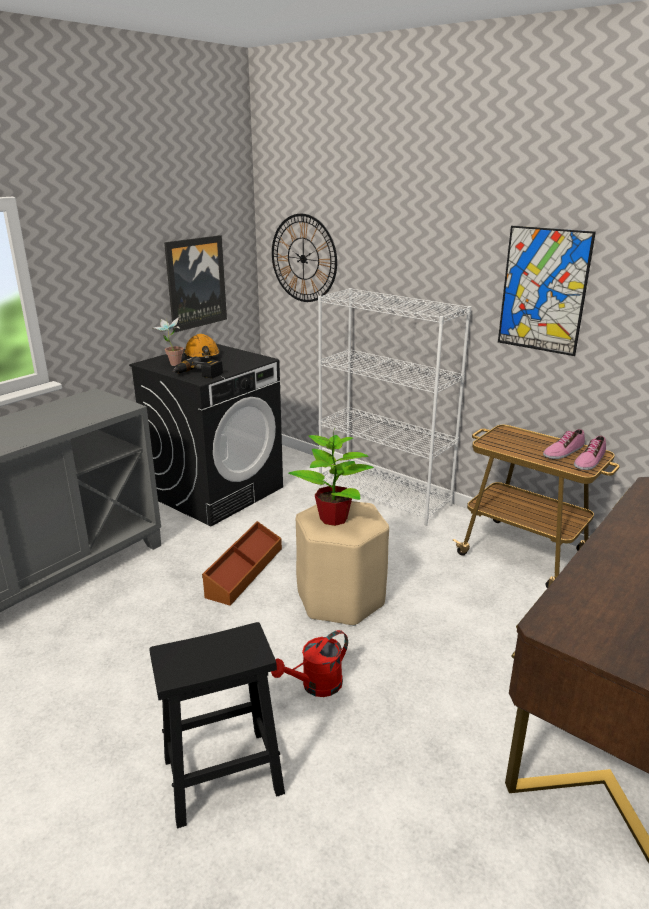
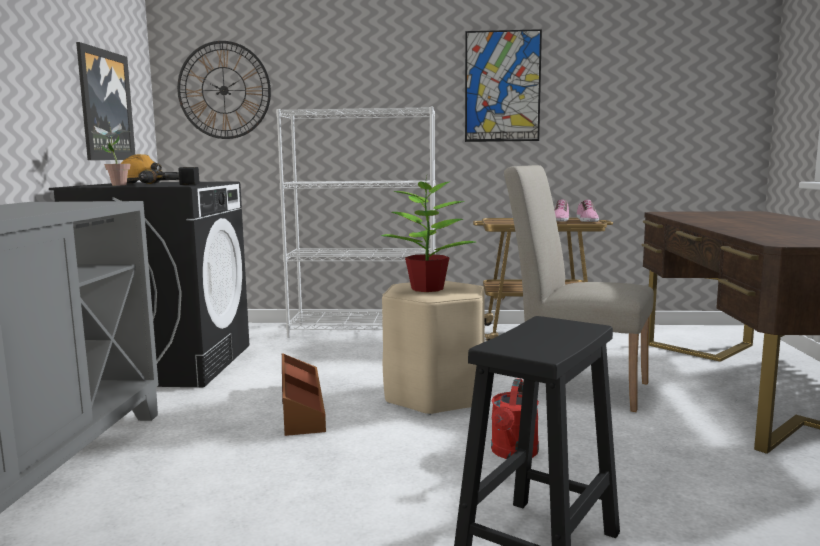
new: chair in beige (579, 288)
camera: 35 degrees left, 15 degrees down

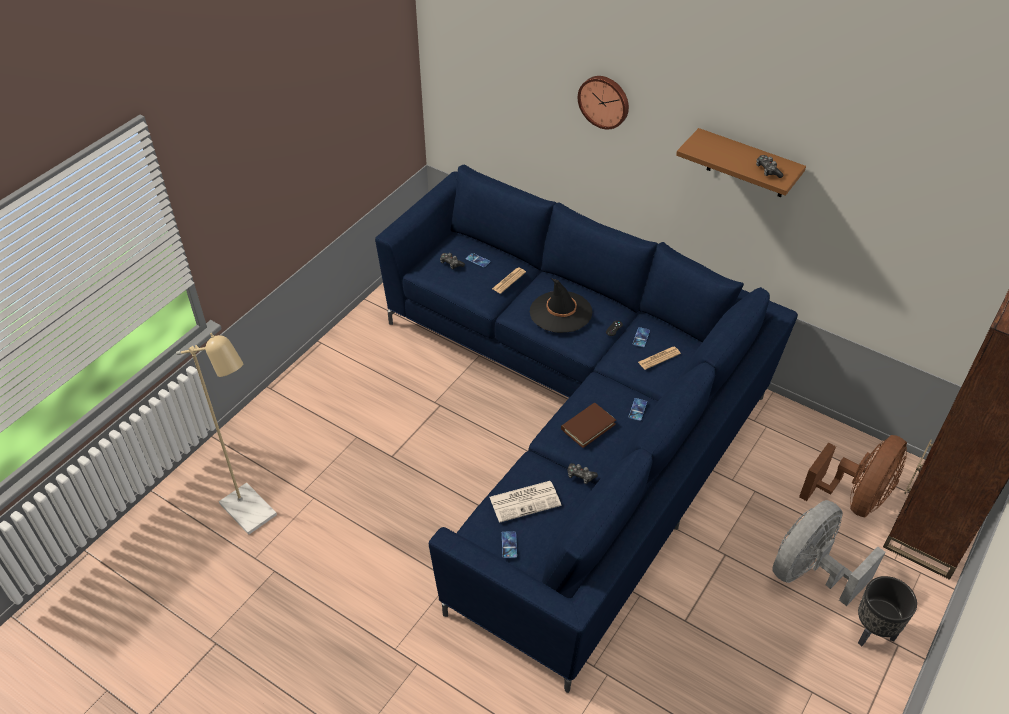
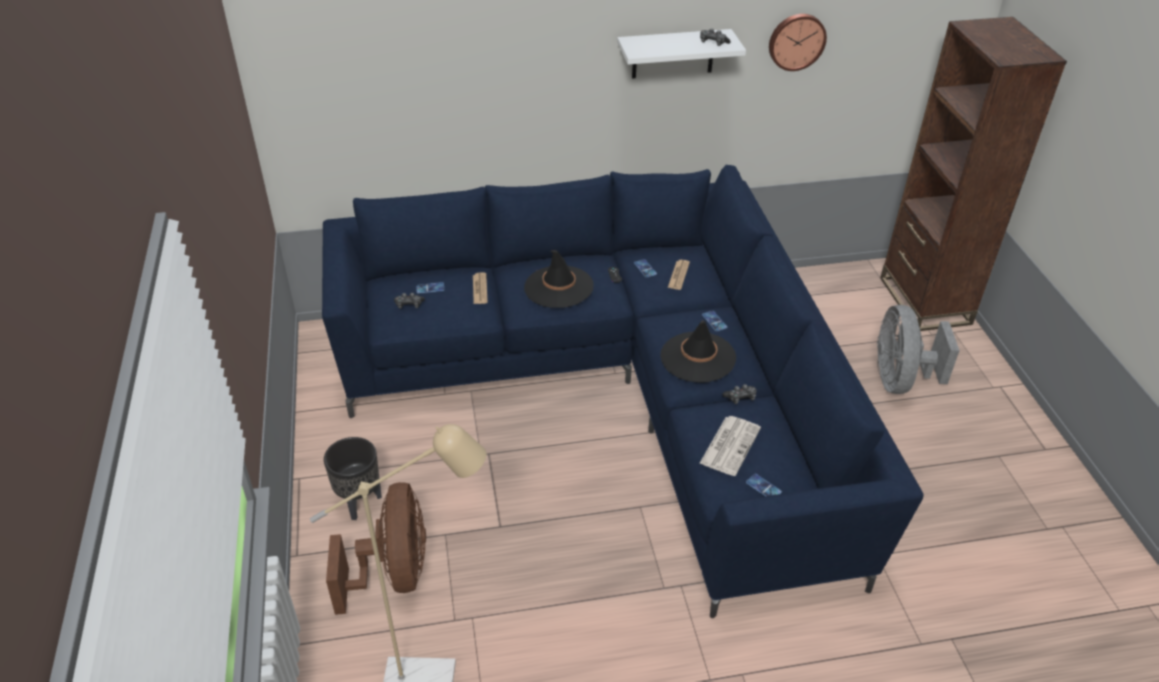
shifted: wall clock (603, 102) to (798, 42); fan in brown (853, 476) to (376, 548); planter in black (887, 611) to (353, 478)
swapped: book in brown (588, 425) to hat in black (698, 352)
repainted: shelf in brown (741, 162) to shelf in white (681, 54)
camera: 45 degrees left, 5 degrees down

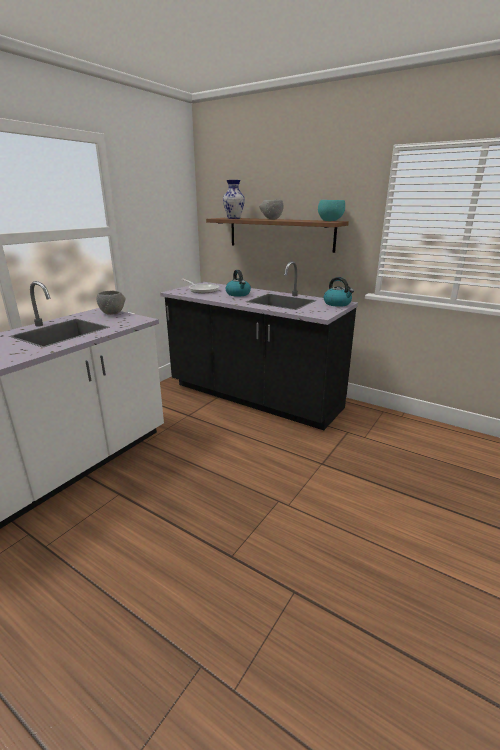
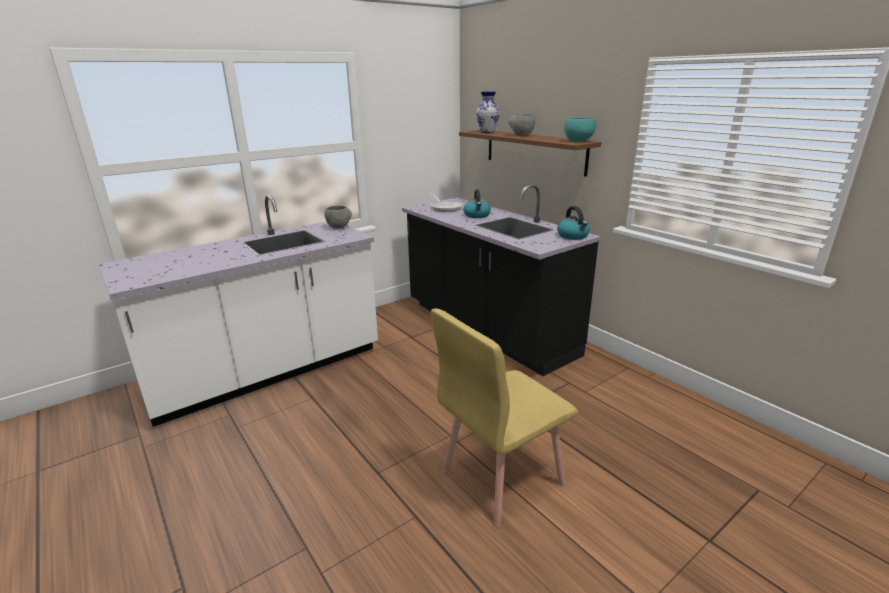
new: chair in yellow (504, 418)
camera: 20 degrees right, 0 degrees up

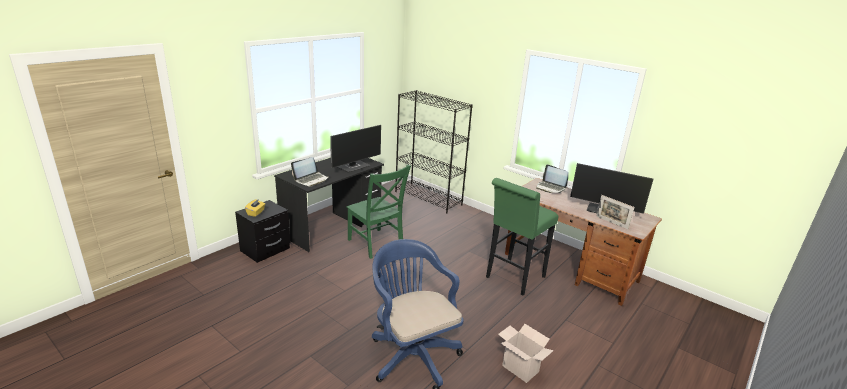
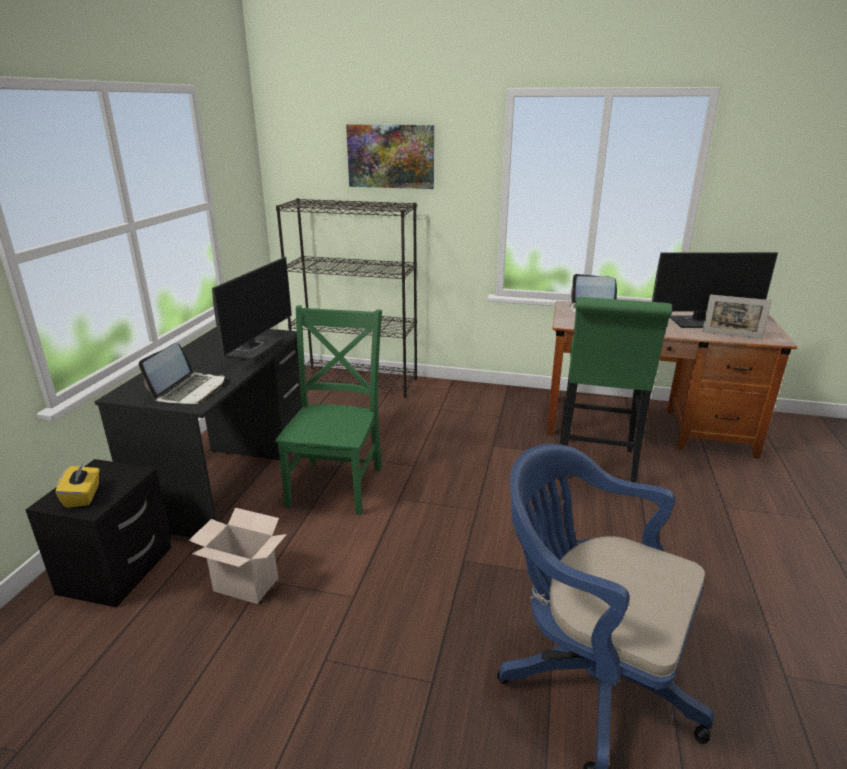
new: picture (390, 156)
shifted: cardboard box (526, 353) to (237, 556)
rotated: chair in green (378, 212) = (328, 410) 105 degrees counterclockwise
camera: 25 degrees left, 0 degrees up

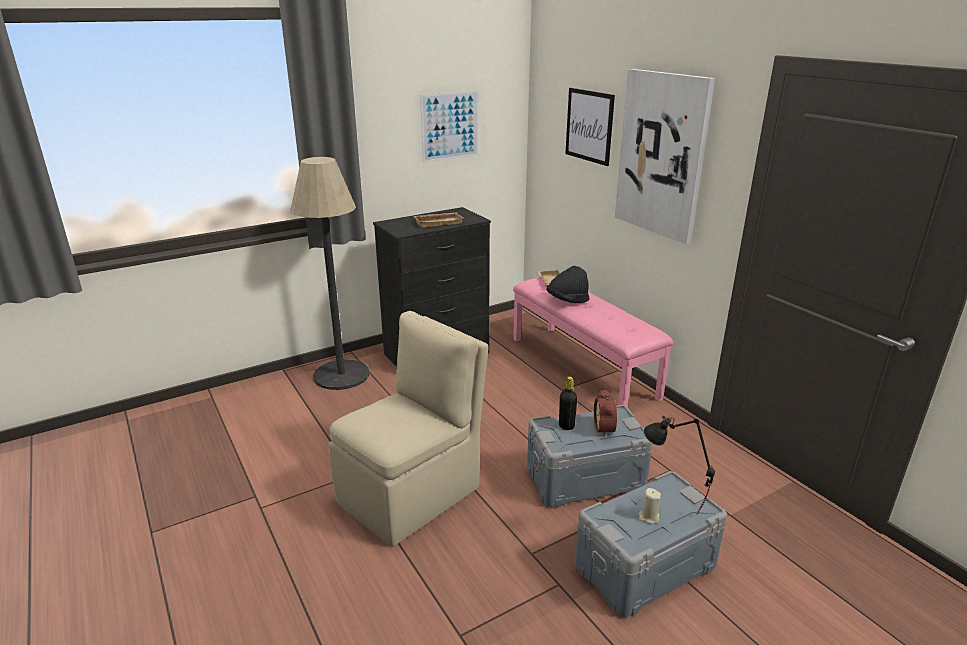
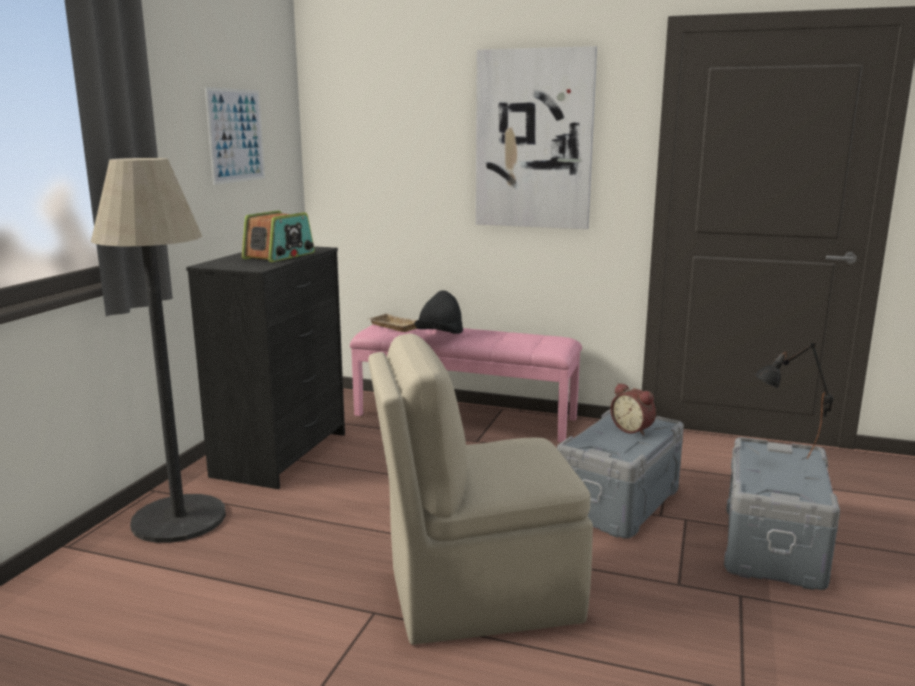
gone: picture (590, 127); bottle in black (568, 403); candle in beige (650, 506)
swapped: tray in beige (438, 220) to radio (278, 236)
rotated: chair in beige (408, 428) = (480, 489) 105 degrees counterclockwise
camera: 40 degrees left, 10 degrees down

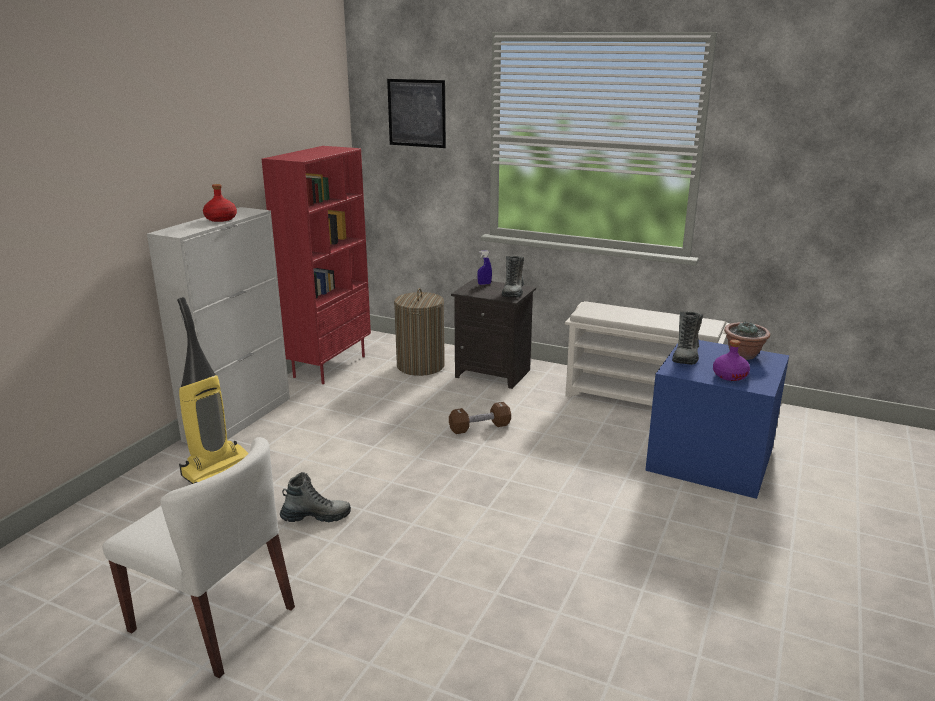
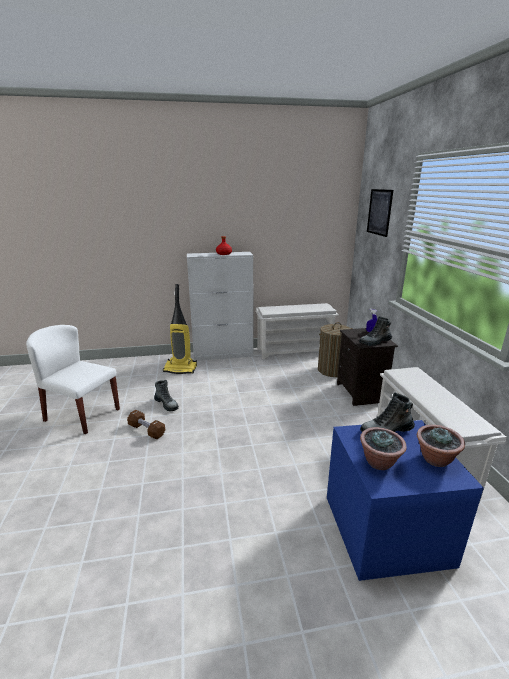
shifted: dumbbell in brown (480, 418) to (146, 424)
swapped: bookcase in red (316, 265) to shoe rack in white (297, 331); bottle in purple (731, 360) to potted plant (383, 448)
rotated: chair in white (199, 557) = (73, 379) 120 degrees clockwise
camera: 55 degrees right, 0 degrees up

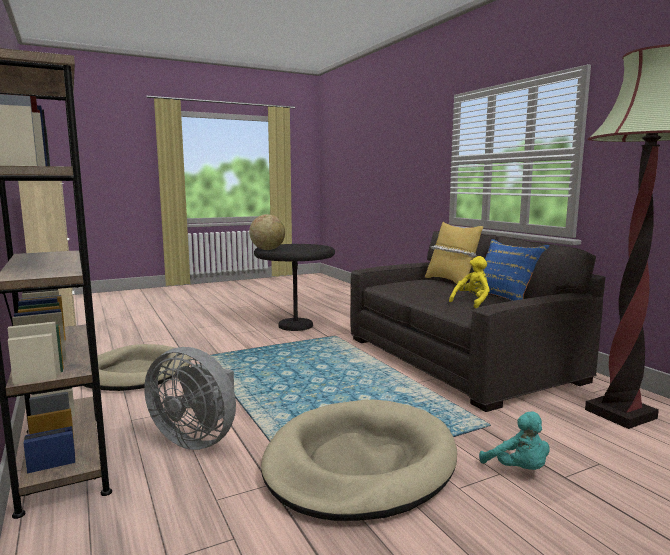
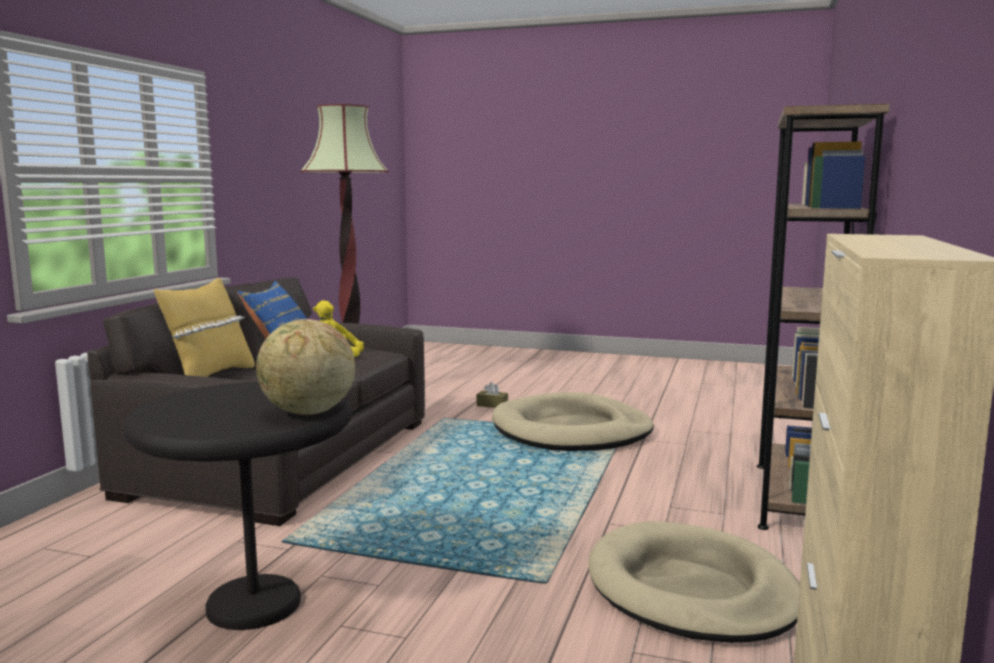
gone: fan in grey (190, 398)
swapped: plush toy in turquoise (514, 440) to tissue box in brown (492, 395)
camera: 135 degrees left, 0 degrees up

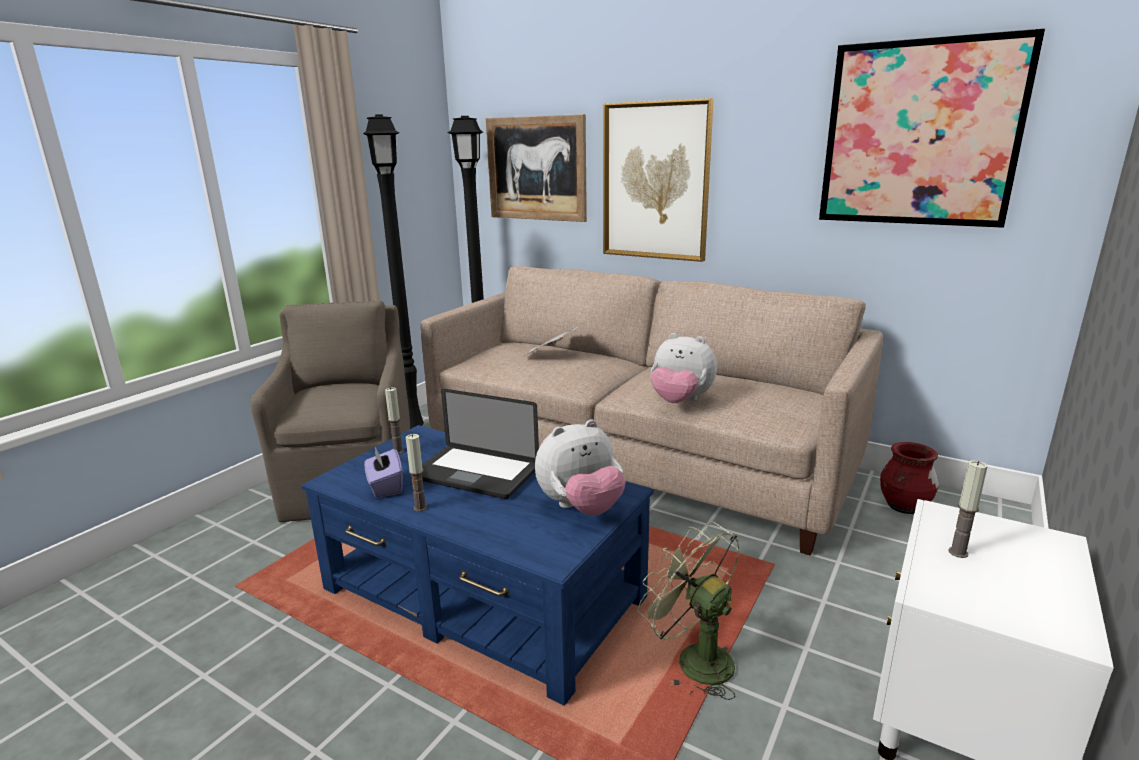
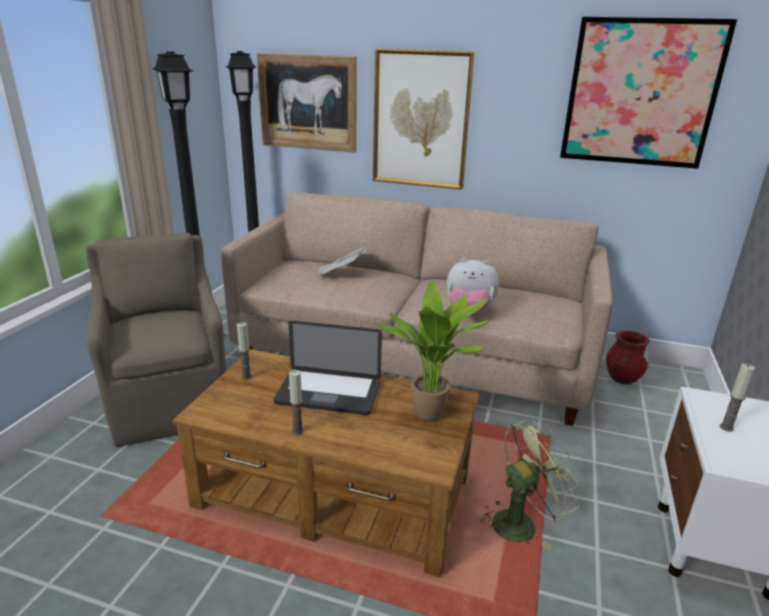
gone: tissue box in purple (383, 472)
swapped: plush toy (580, 467) to potted plant (432, 351)
repainted: coffee table in blue (477, 565) to coffee table in brown (326, 463)
rotated: fan in green (688, 610) = (530, 484) 120 degrees clockwise
camera: 15 degrees left, 5 degrees up

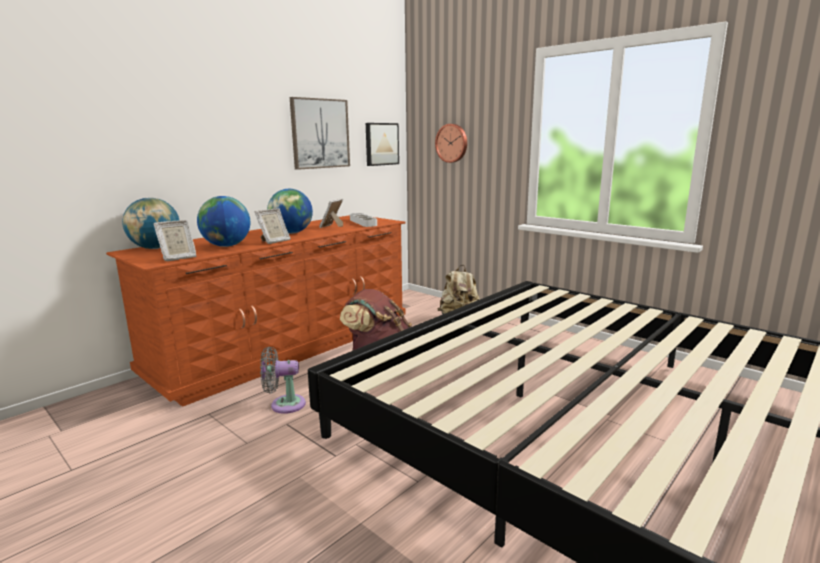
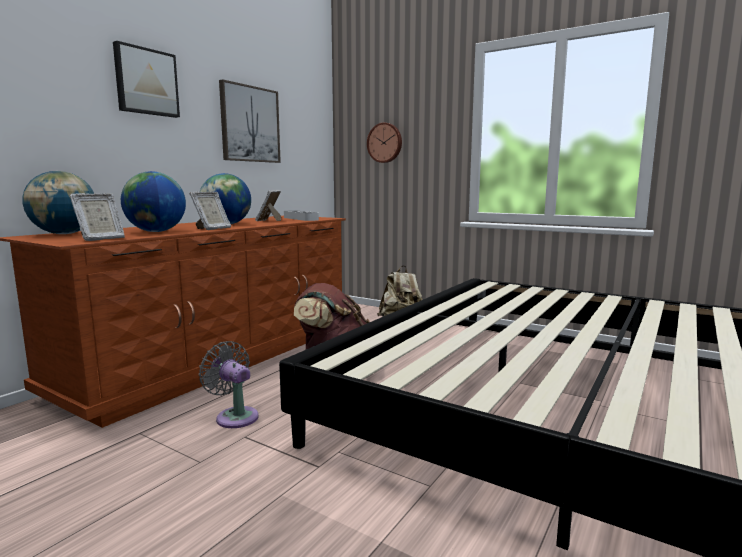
shifted: picture (382, 144) to (146, 79)
rotated: fan in grey (283, 380) = (229, 384) 60 degrees clockwise
camera: 10 degrees left, 5 degrees down

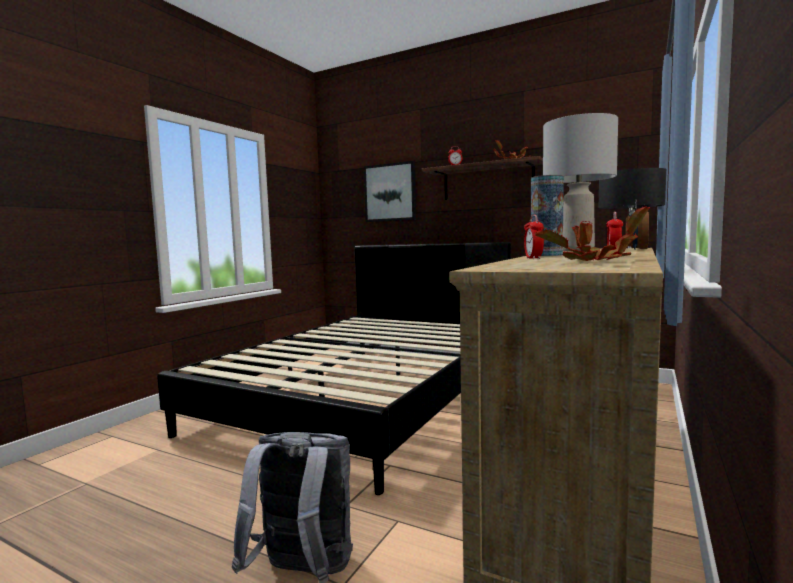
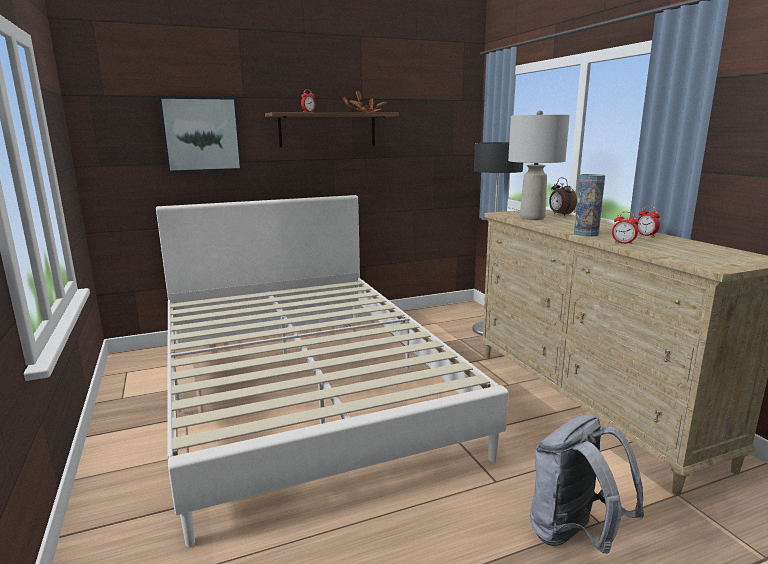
gone: potted plant (592, 233)
repainted: bed in black (334, 368) to bed in white (332, 371)
camera: 50 degrees left, 10 degrees up

